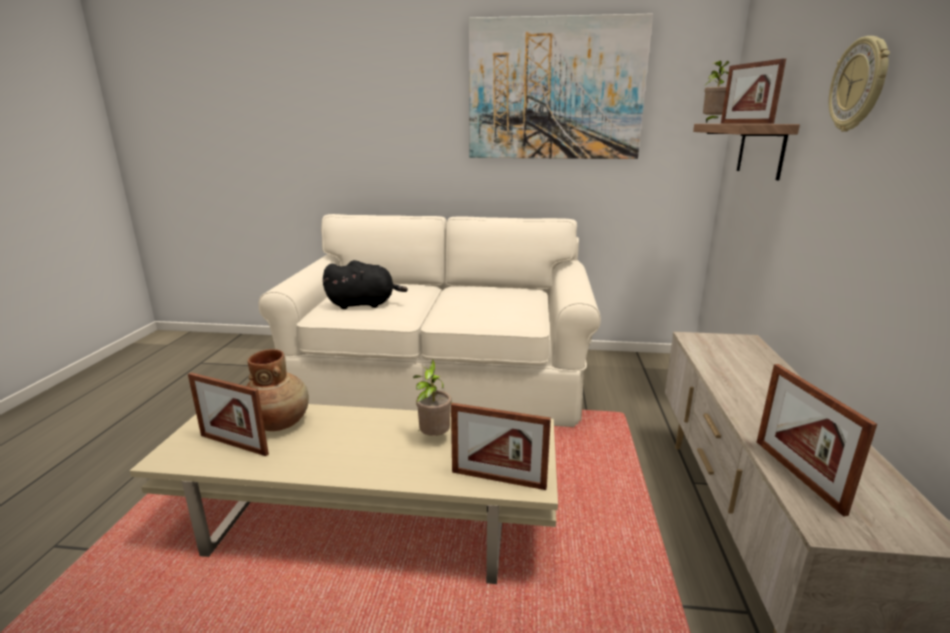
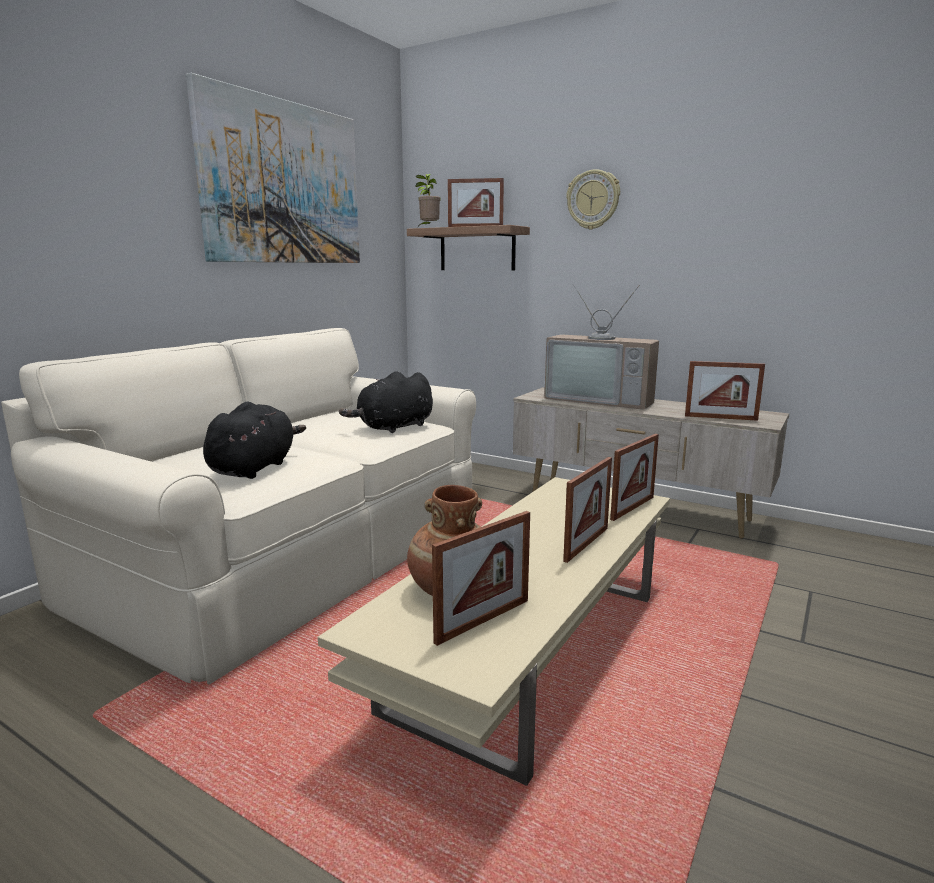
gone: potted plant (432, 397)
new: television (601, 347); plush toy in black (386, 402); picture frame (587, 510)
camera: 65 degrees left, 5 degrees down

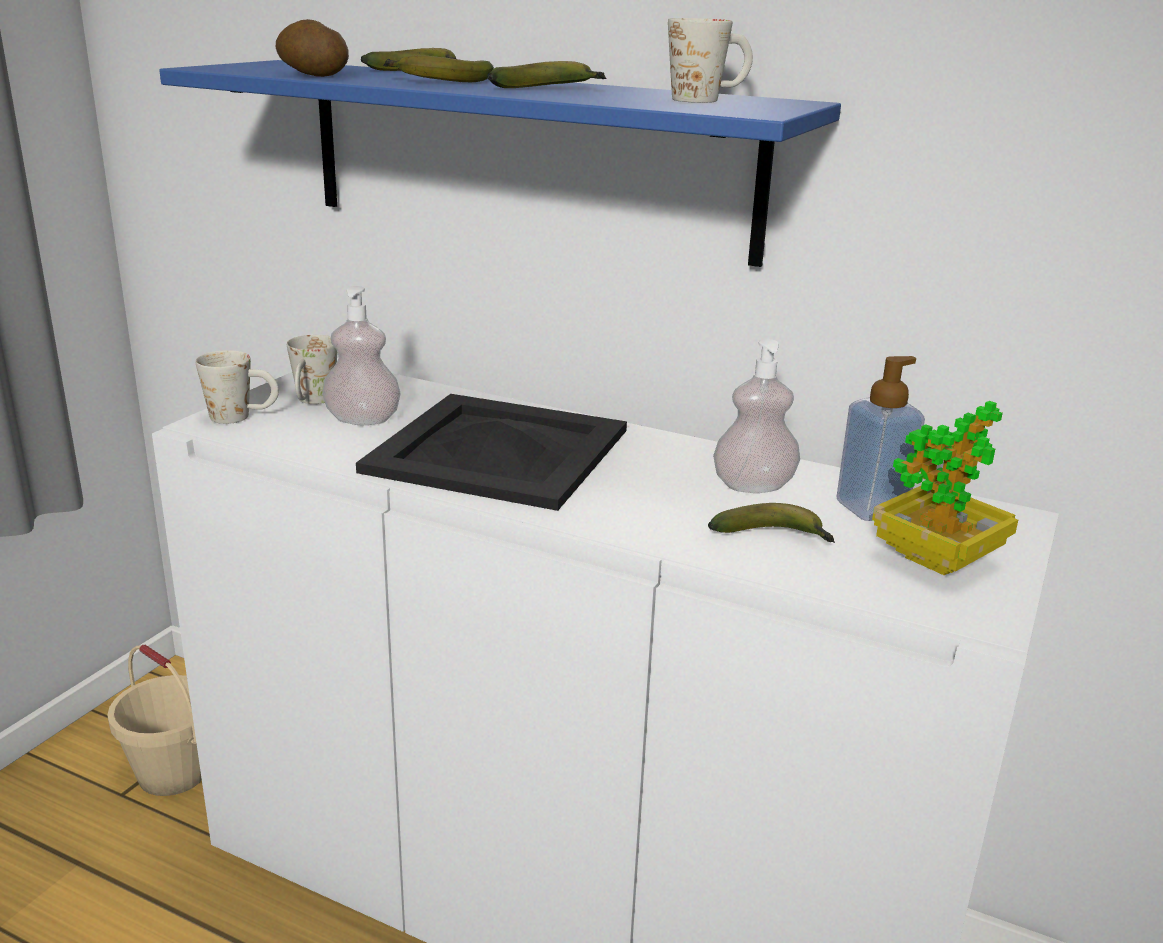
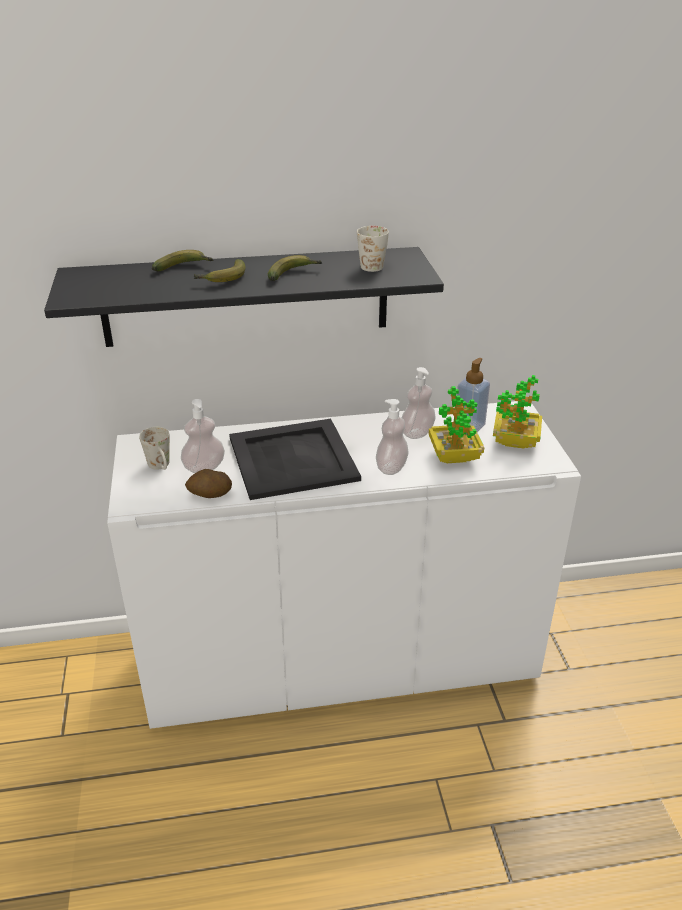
gone: mug in white (237, 387); bucket in beige (154, 720)
new: soap dispenser (392, 437)
shifted: potato (312, 48) to (208, 483)
swapped: banana (771, 523) to potted plant (456, 424)
repainted: shelf in blue (500, 163) to shelf in black (244, 297)
camera: 35 degrees left, 10 degrees up

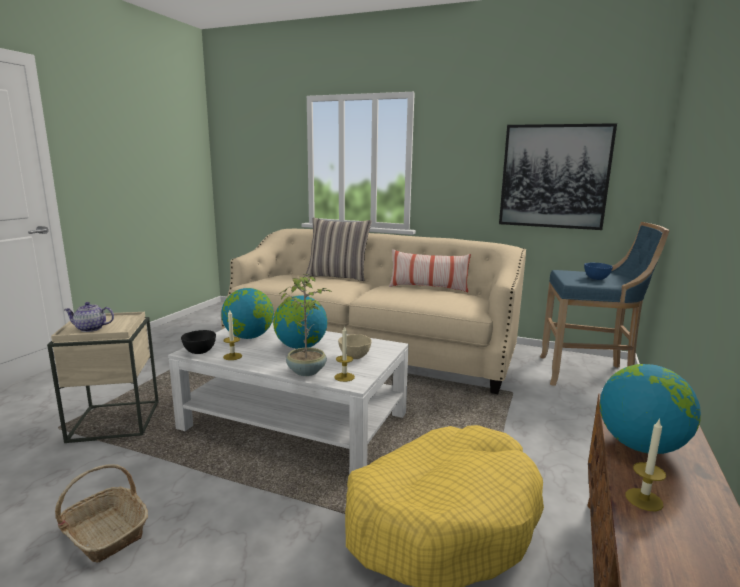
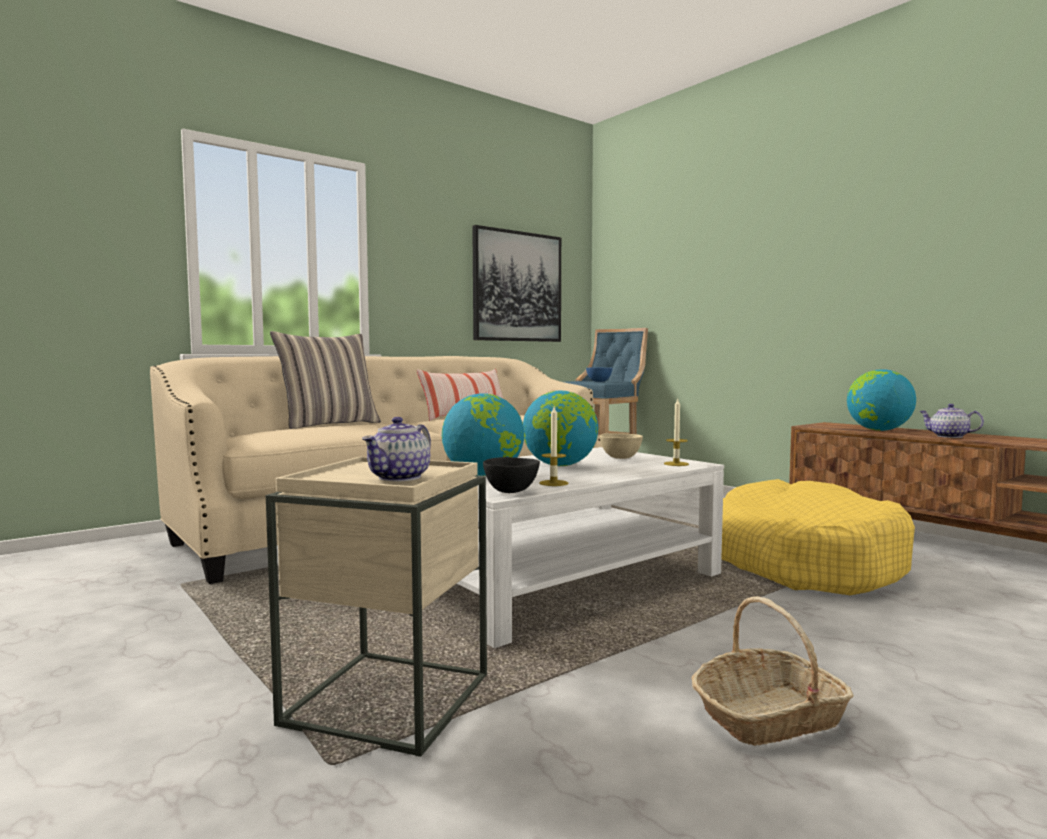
gone: potted plant (305, 325)
swapped: candle (646, 464) to teapot (951, 421)
camera: 60 degrees left, 10 degrees down

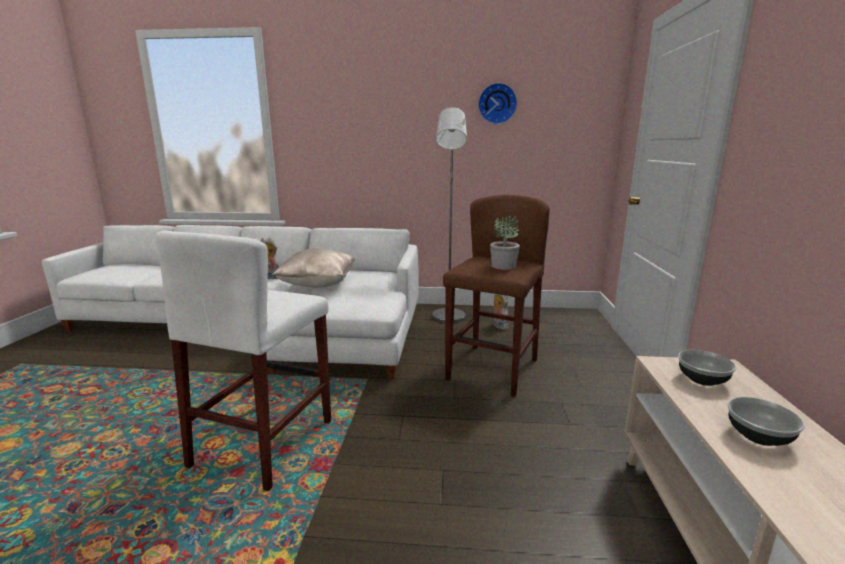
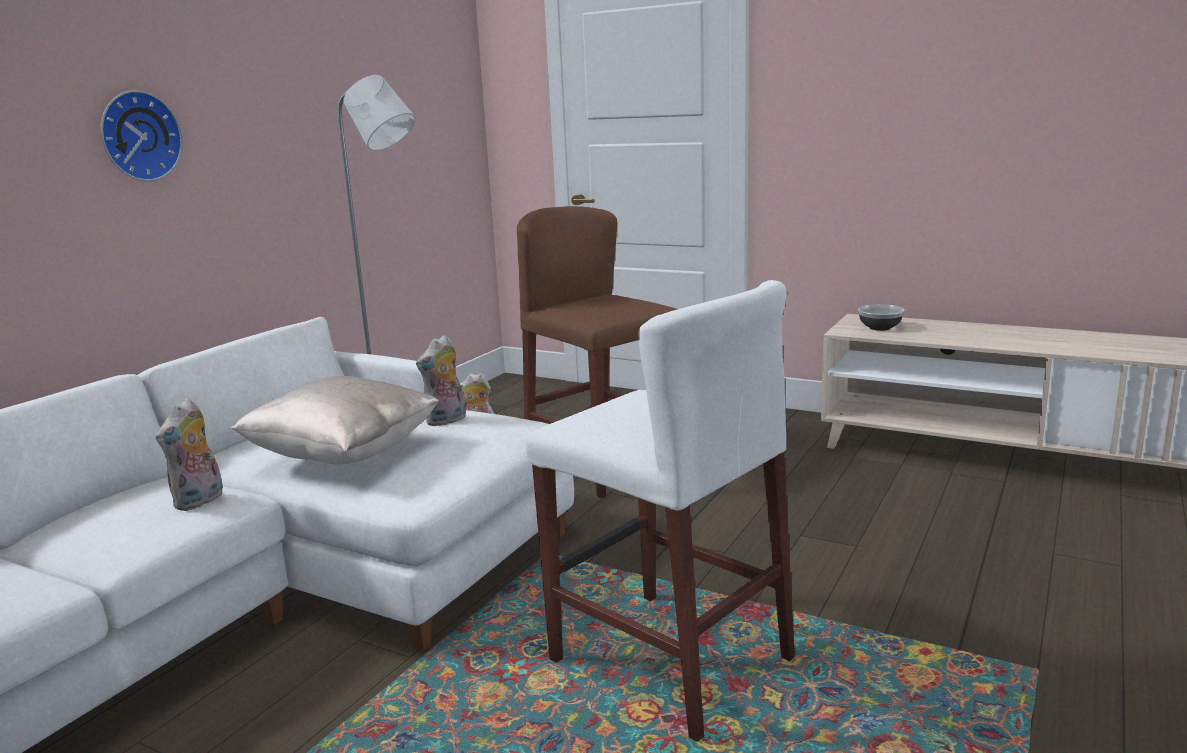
gone: potted plant (505, 243); bowl (766, 421)
new: plush toy (441, 380)
shifted: wall clock (497, 103) to (142, 135)
camera: 65 degrees left, 0 degrees up

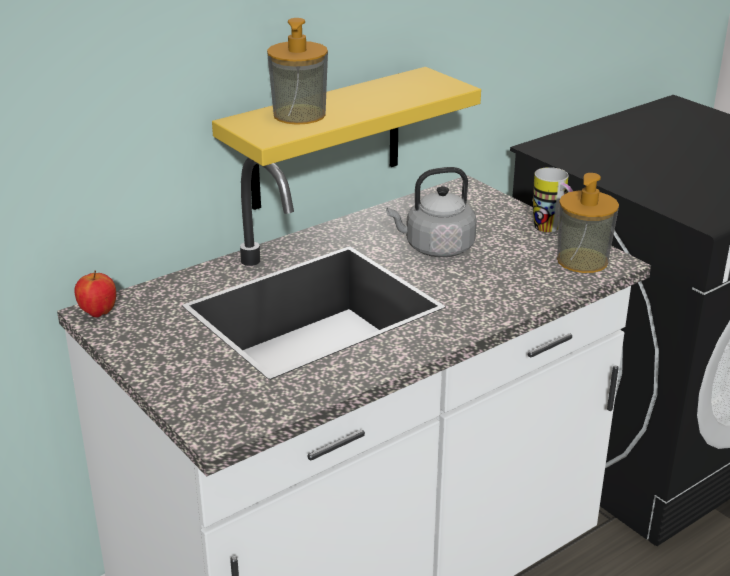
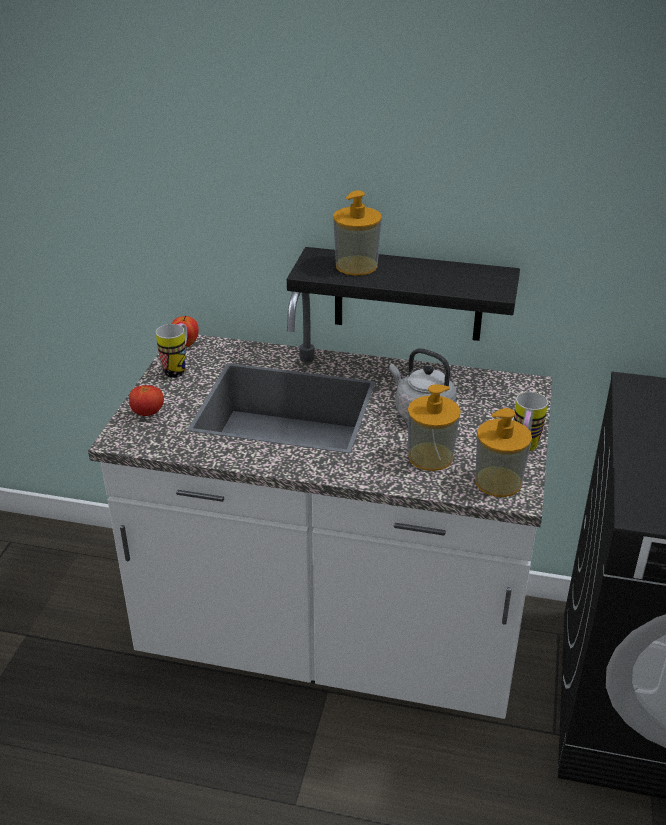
new: mug (171, 350); soap dispenser (434, 427); tomato (146, 400)
repainted: shelf in yellow (346, 138) to shelf in black (403, 294)
camera: 50 degrees right, 5 degrees up

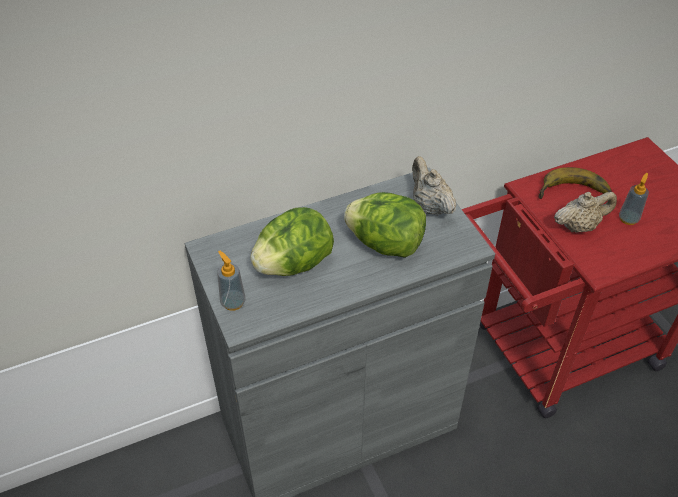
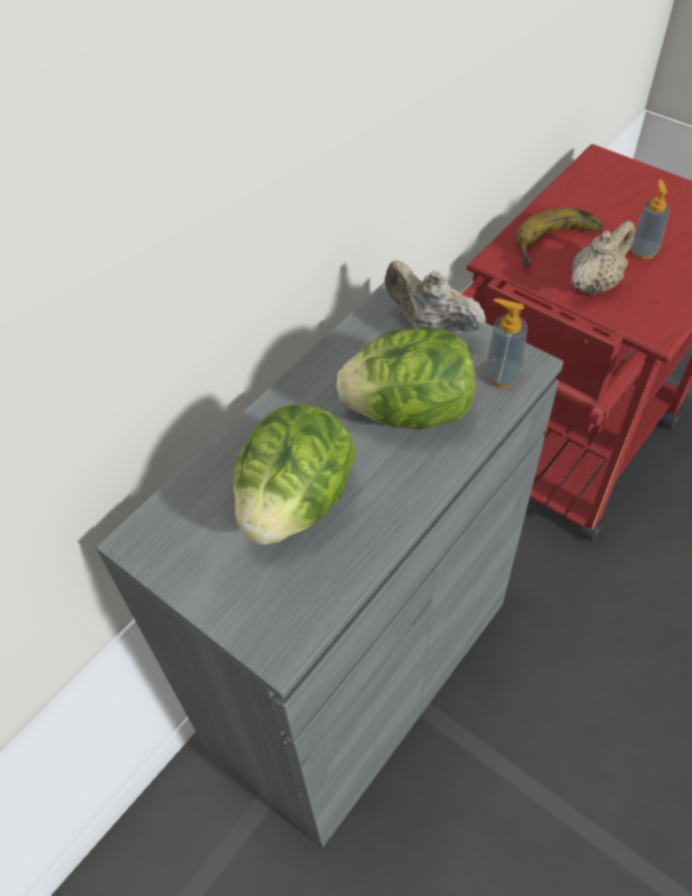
shifted: soap dispenser (231, 281) to (506, 343)
camera: 25 degrees left, 5 degrees up

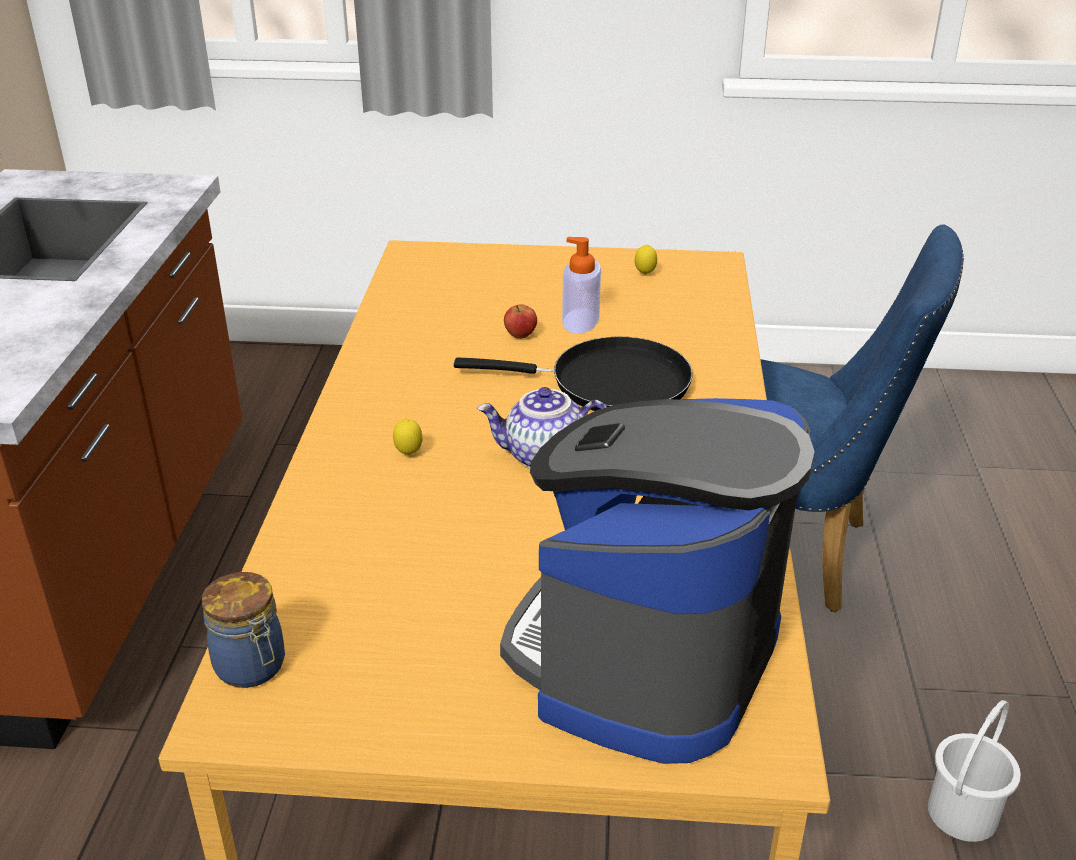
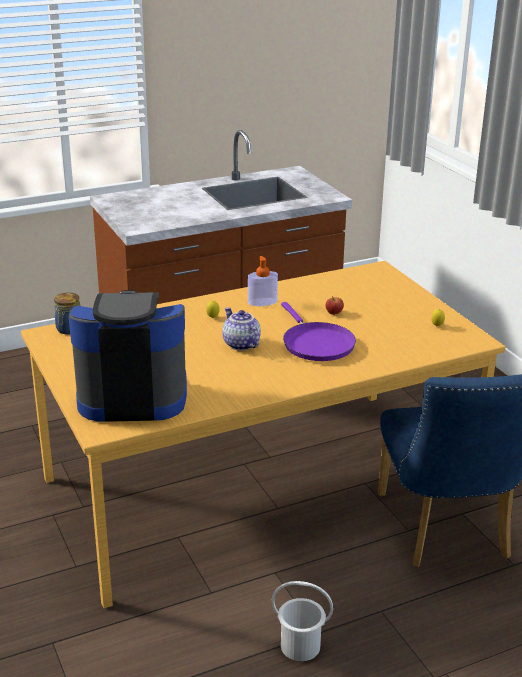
shifted: soap dispenser (581, 285) to (263, 281)
repainted: frying pan in black (573, 374) to frying pan in purple (318, 331)
camera: 60 degrees right, 5 degrees down

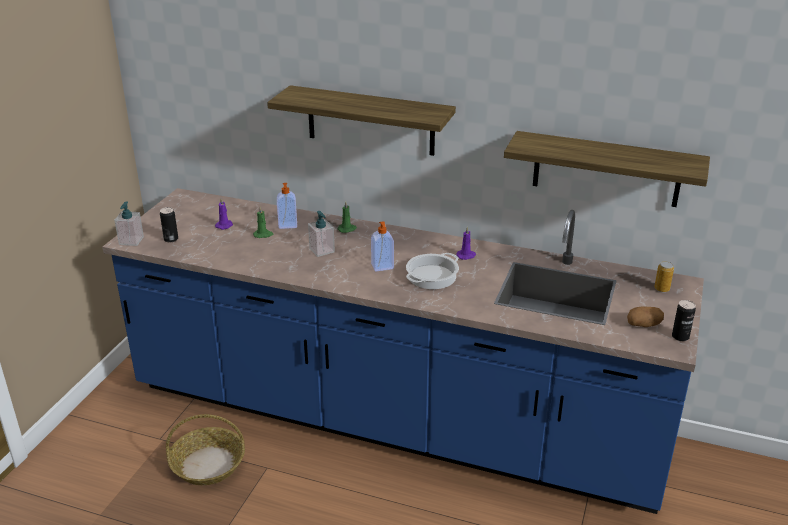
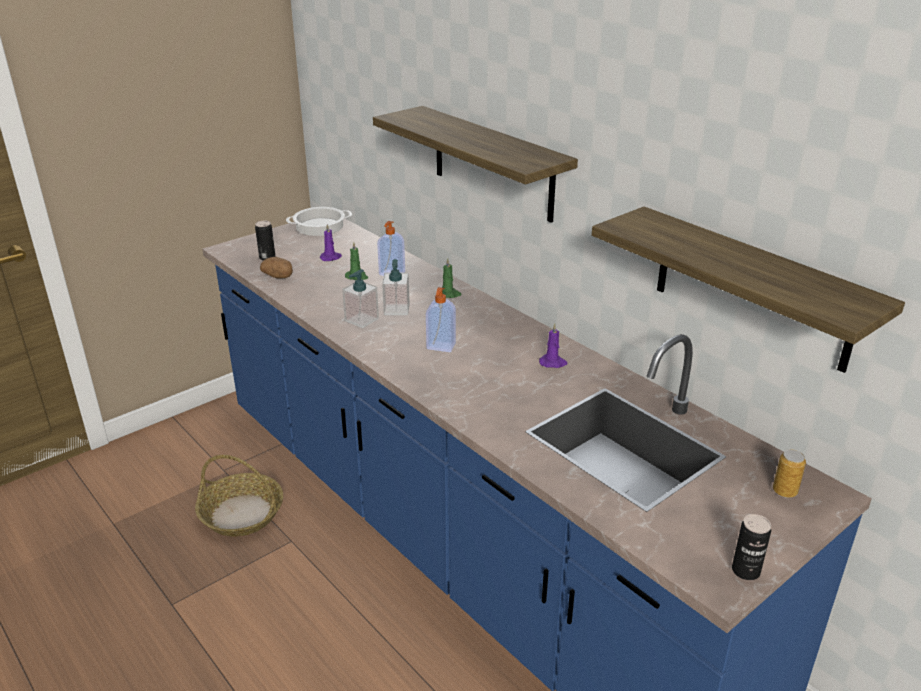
shifted: soap dispenser (129, 223) to (360, 298); cooking pot (432, 271) to (319, 221); potato (645, 317) to (276, 268)
camera: 30 degrees right, 0 degrees up

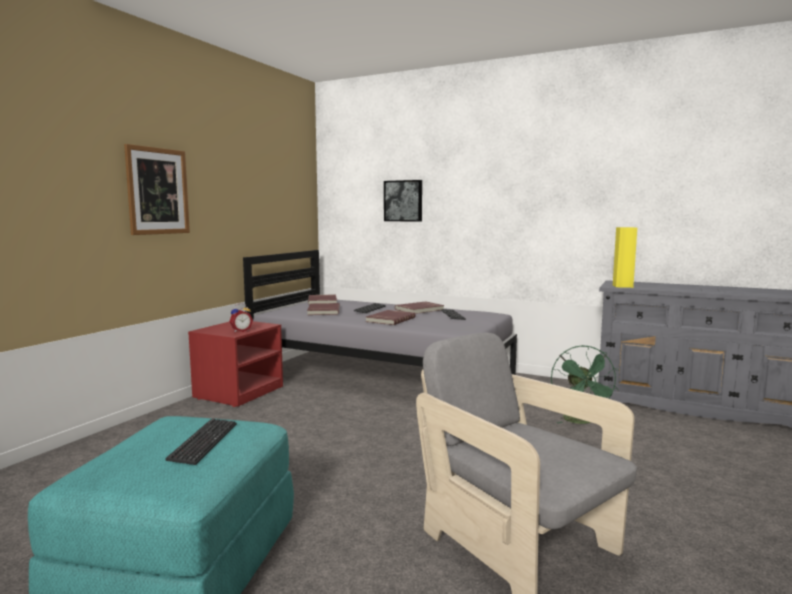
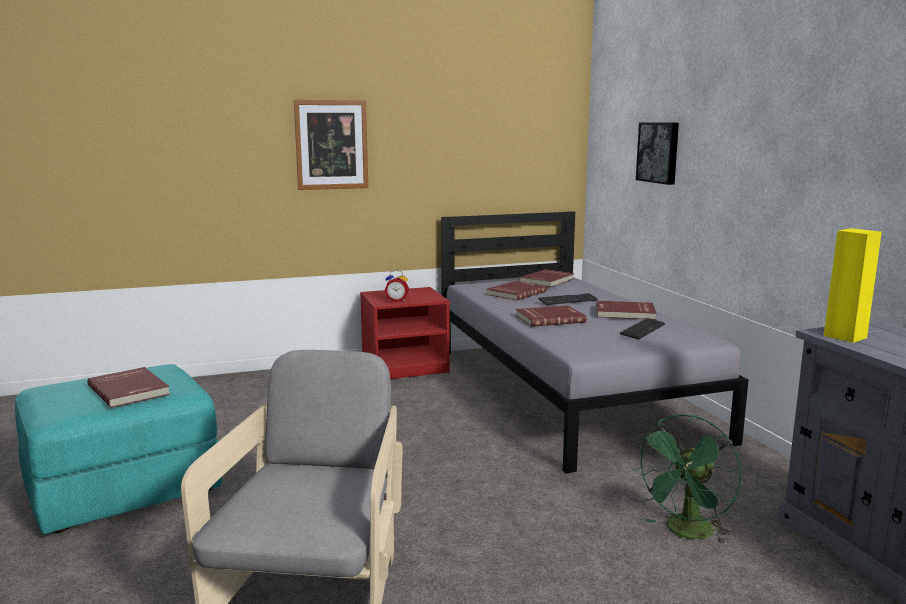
swapped: keyboard (201, 442) to book in red (128, 387)
camera: 45 degrees right, 5 degrees up

